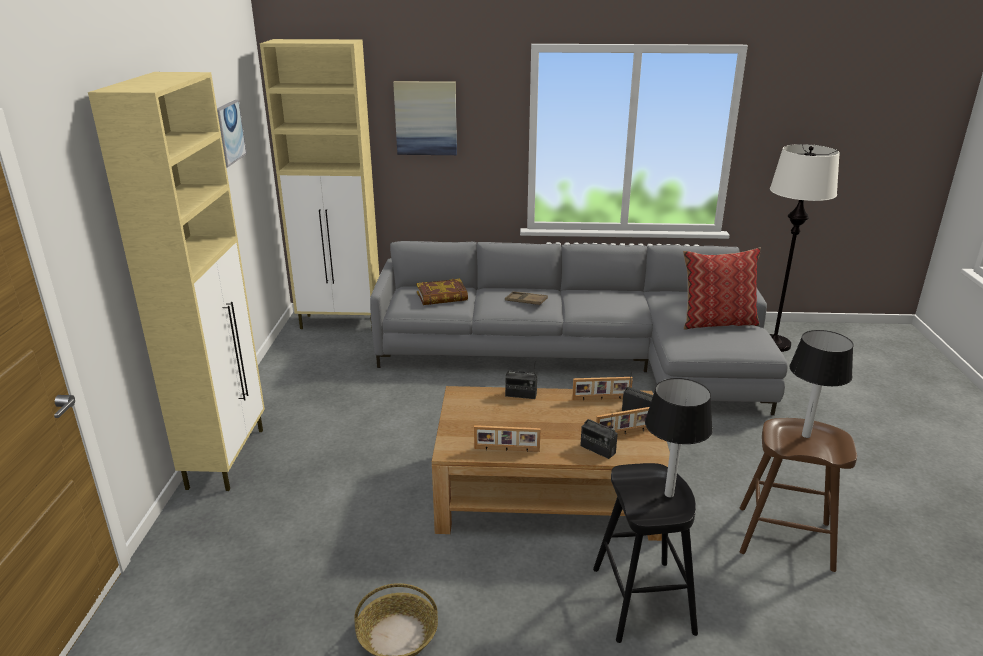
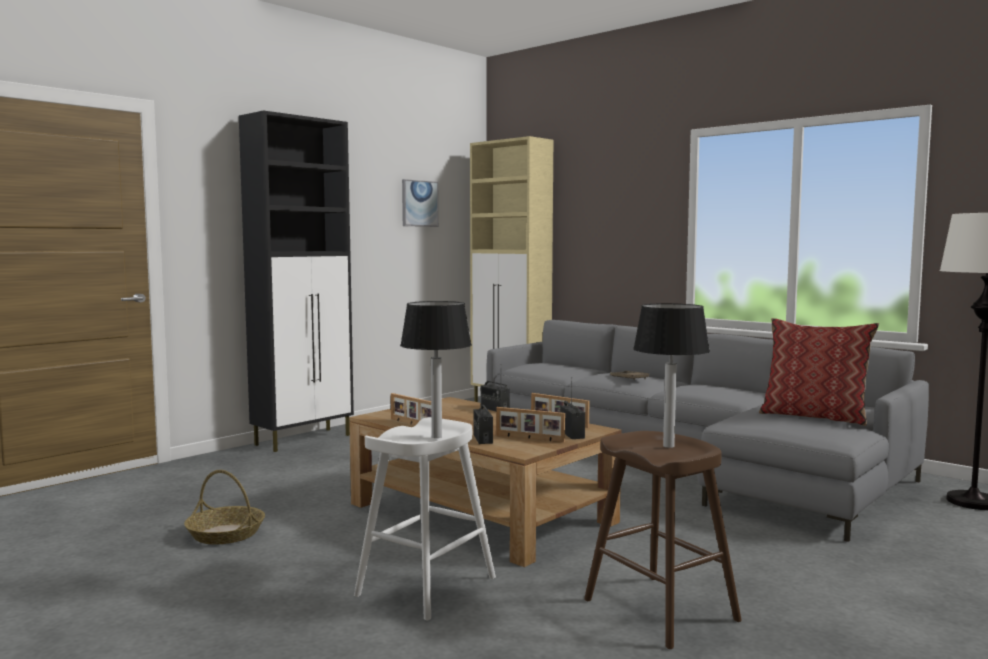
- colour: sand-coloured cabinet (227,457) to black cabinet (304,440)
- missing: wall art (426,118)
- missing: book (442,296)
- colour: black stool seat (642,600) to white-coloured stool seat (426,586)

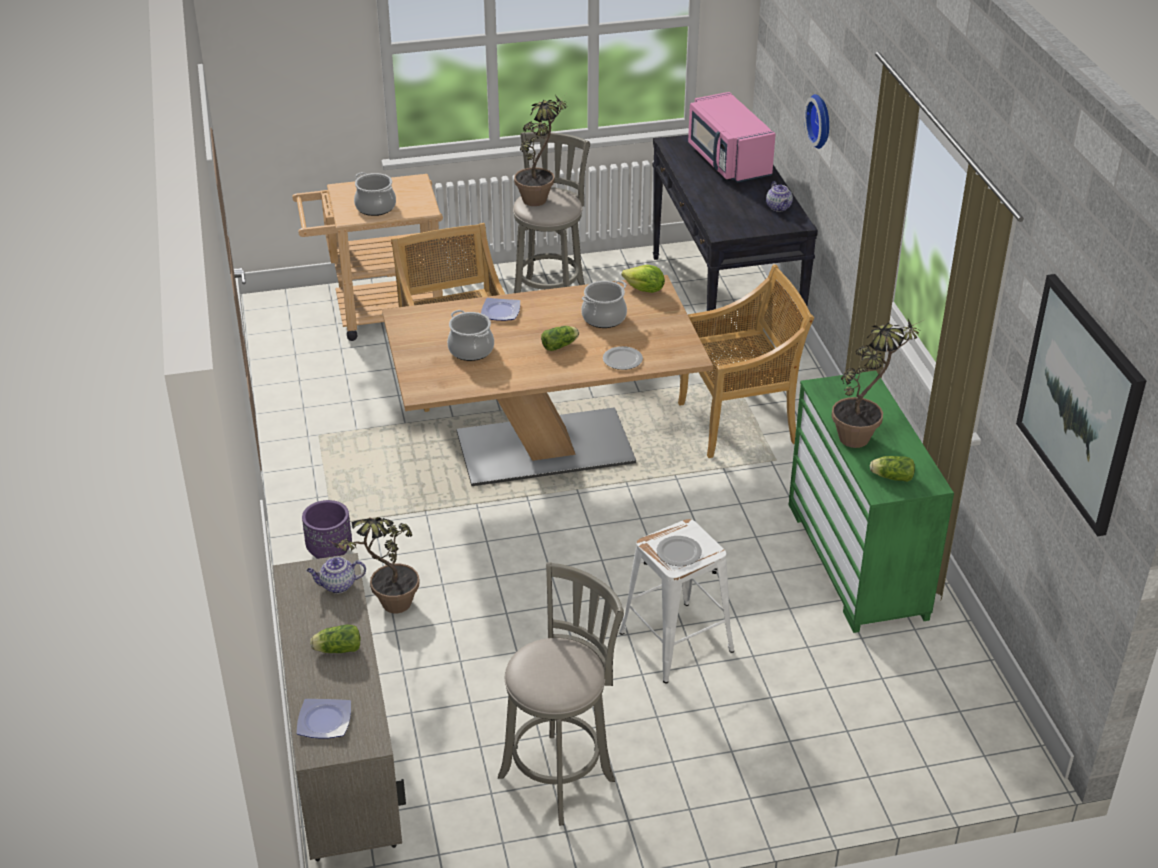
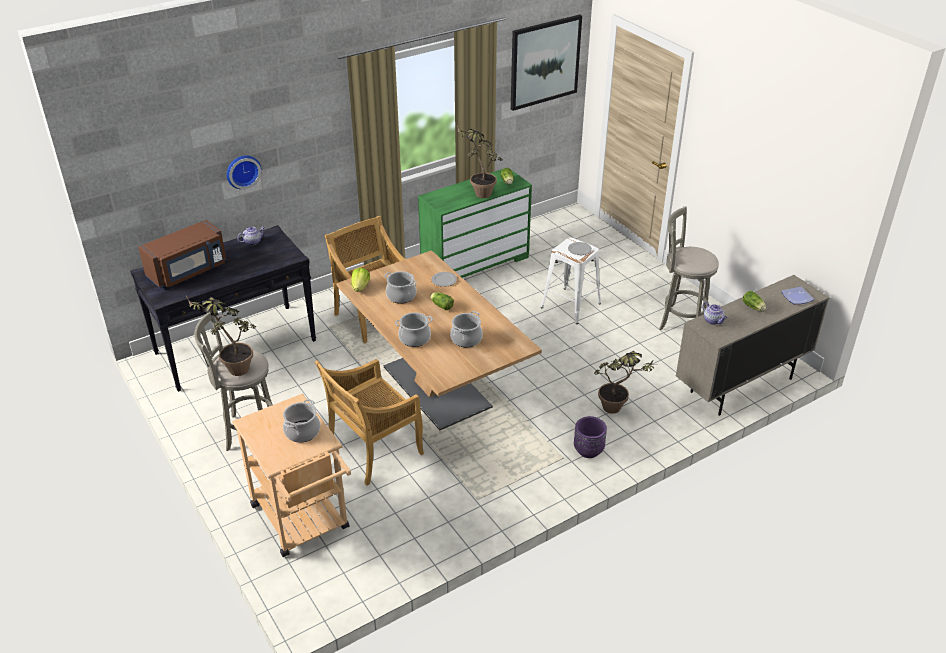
- exchanged: flat dish (500,311) to saucepot (414,338)
- colour: pink-coloured microwave oven (727,161) to brown microwave oven (188,271)

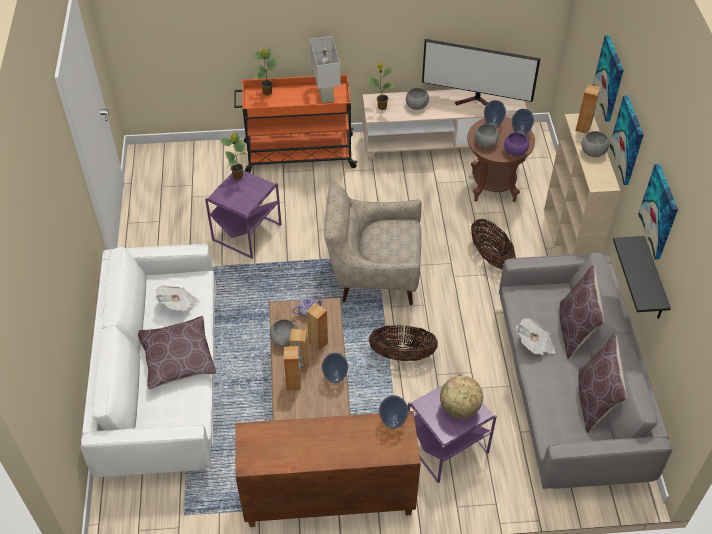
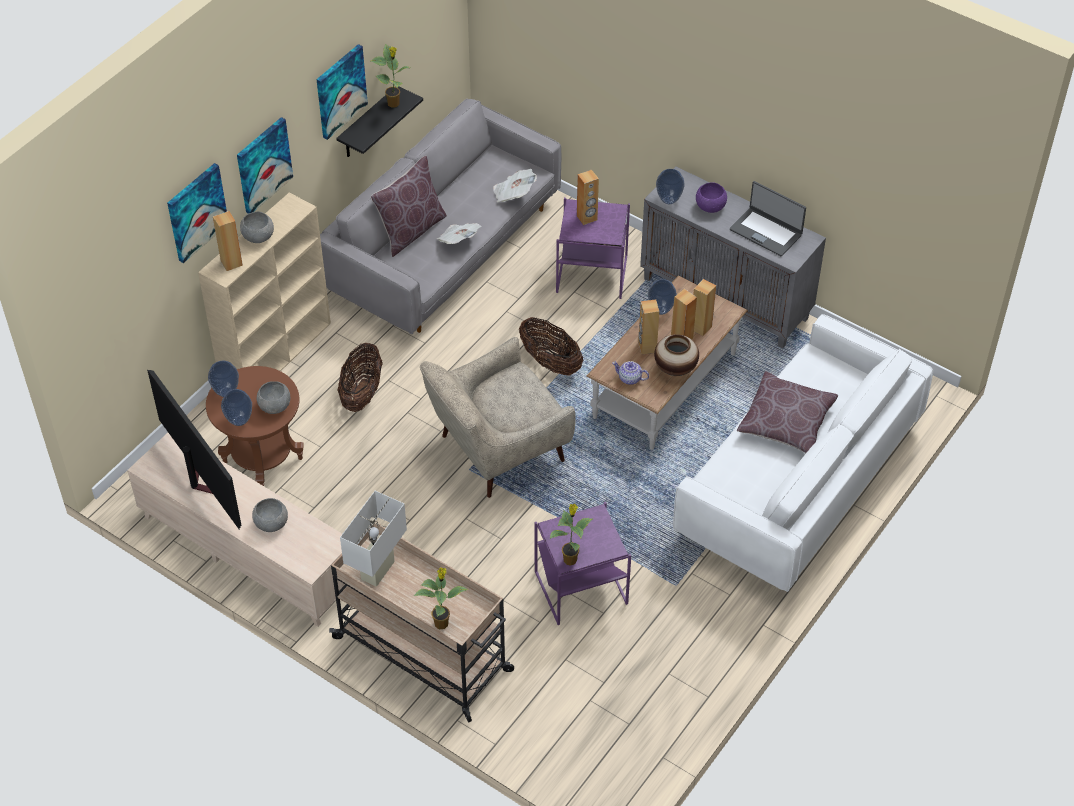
- relocated: printed paper (178,304) to (513,194)
- colour: orange cart (298,155) to sand-coloured cart (424,655)
- colour: brown cabinet (328,499) to grey cabinet (726,298)
- exchanged: grey serving bowl (284,339) to flower vase (675,368)
- spun: sand-coloured easy chair (373,275) = (496,451) 105 degrees clockwise
- relocated: potted plant (381,107) to (394,104)
- exchanged: desk globe (459,408) to brown speaker (587,218)
- relocated: purplish serving bowl (515,151) to (710,206)
- missing: brown pillow (594,401)
- appeared: portable computer (766,232)

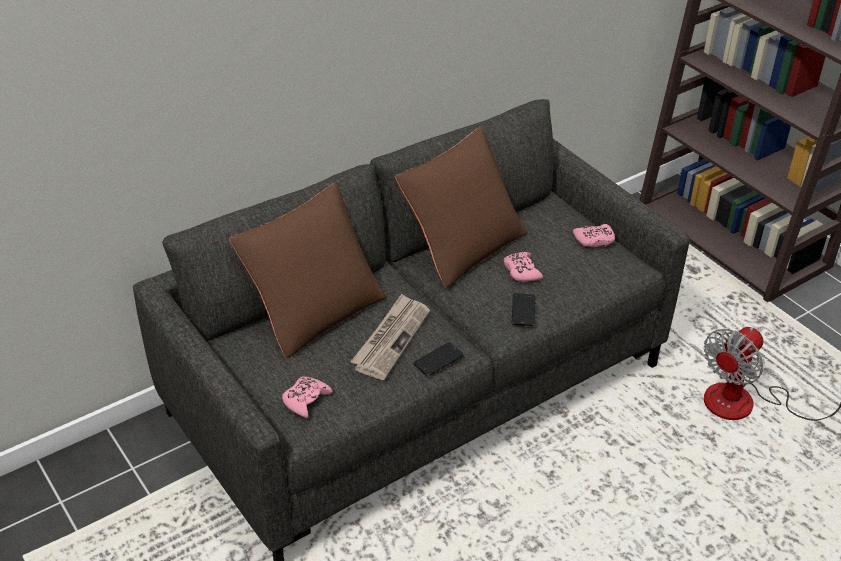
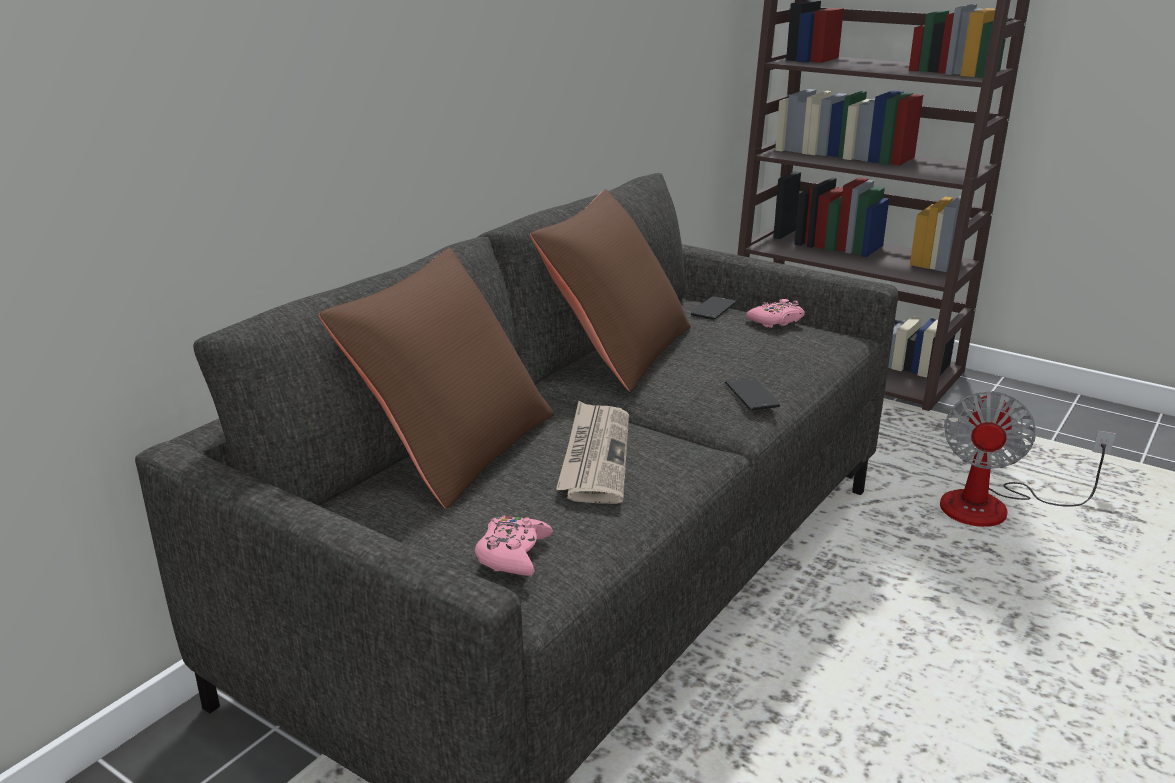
- relocated: telephone (438,359) to (713,309)
- missing: pink-coloured gamepad (521,271)

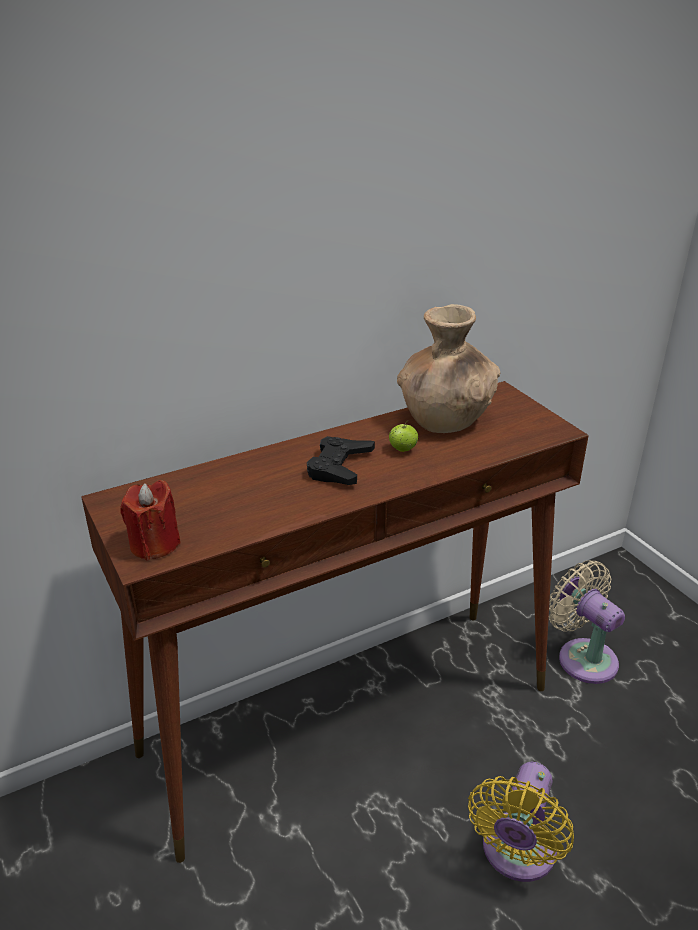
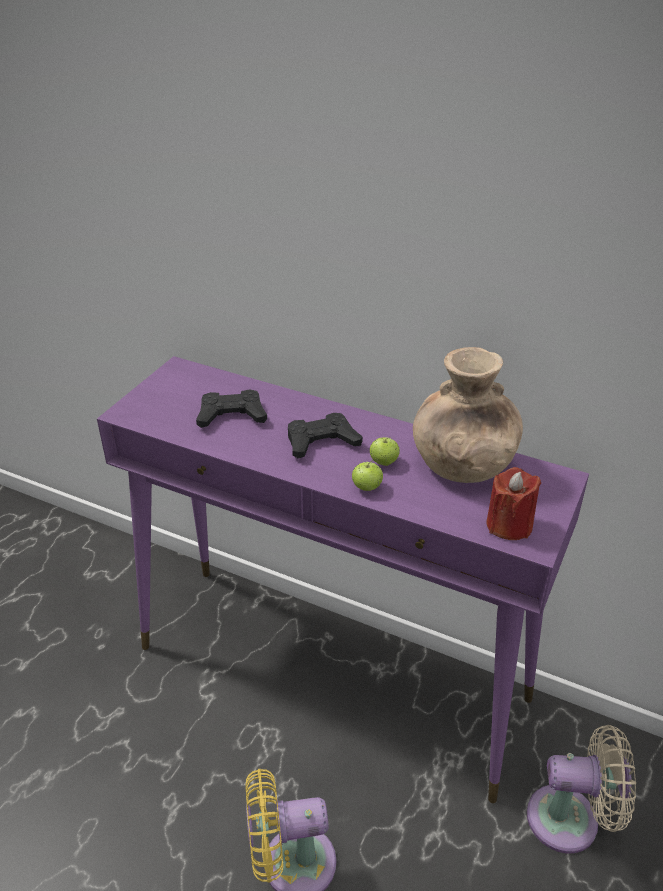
- colour: brown console table (350,719) to purplish console table (333,673)
- relocated: red-coloured candle (154,544) to (509,525)
- spun: sand-coloured cooling fan (583,657) = (570,819) 75 degrees clockwise
- appeared: black gamepad (231,415)
- appeared: apple fruit (366,488)

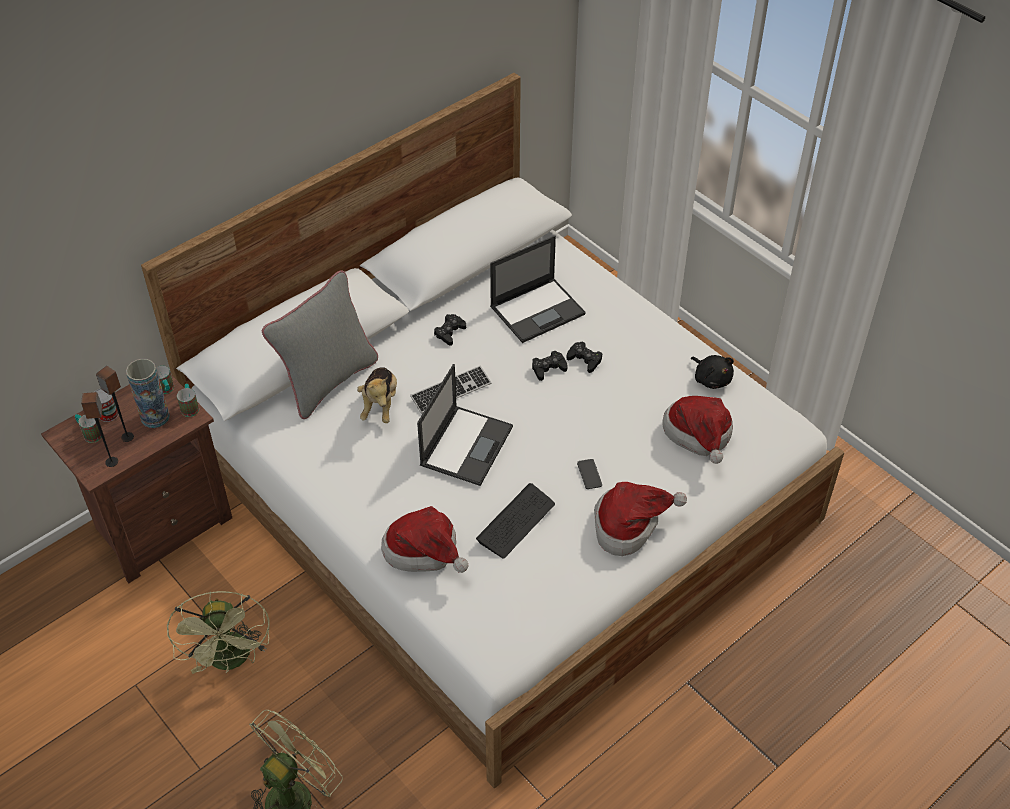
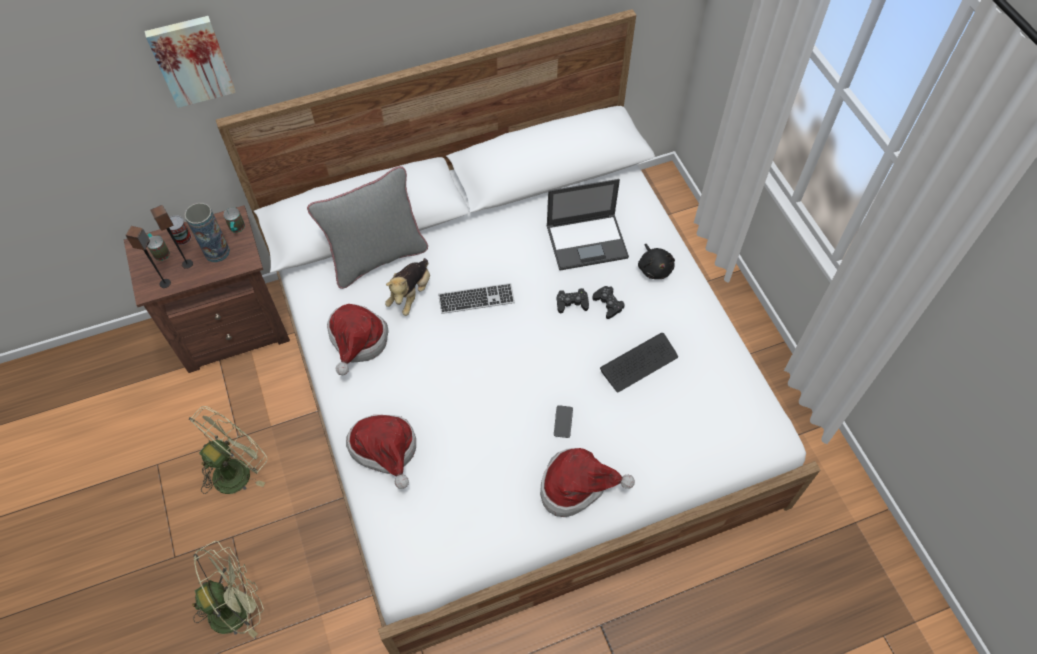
- spun: green-coloured cooling fan (231,660) = (237,468) 150 degrees counterclockwise
- missing: coffee mug (190,407)
- missing: portable computer (466,445)
- missing: black gamepad (449,332)
- relocated: PC keyboard (516,522) to (639,363)
- relocated: wearable hat (699,437) to (357,342)
- relocated: black cuddly toy (711,378) to (654,268)
- appeared: wall art (191,60)

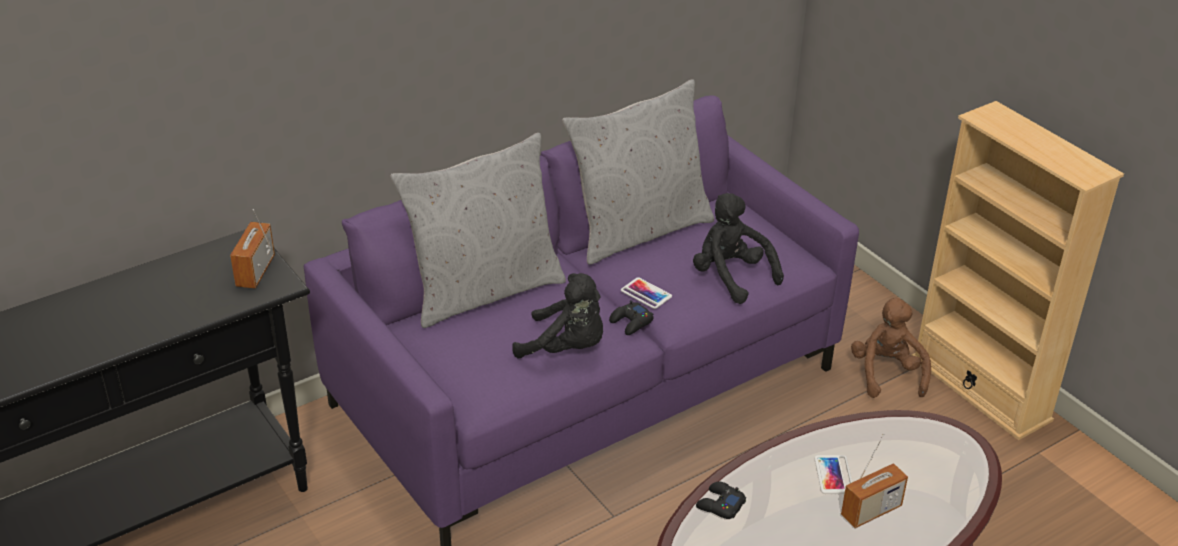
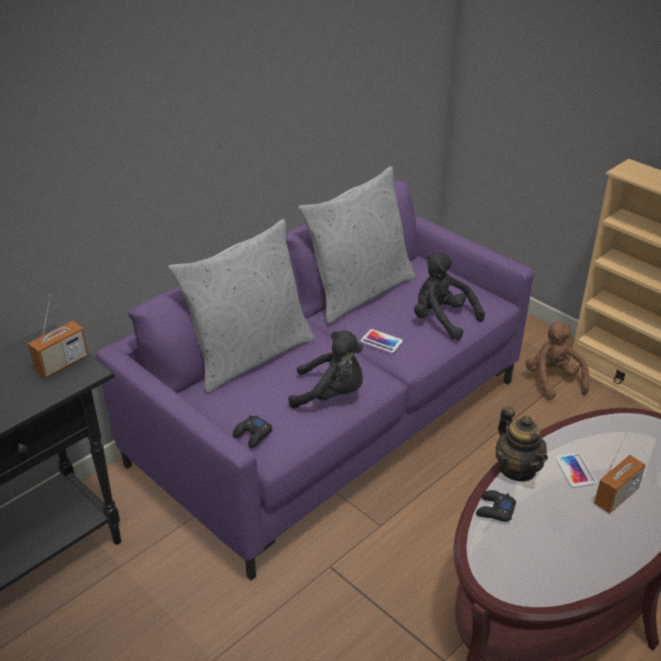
- spun: radio (255,271) = (62,363) 135 degrees counterclockwise
- relocated: black gamepad (631,322) to (253,435)
- appeared: pot for tea (517,469)

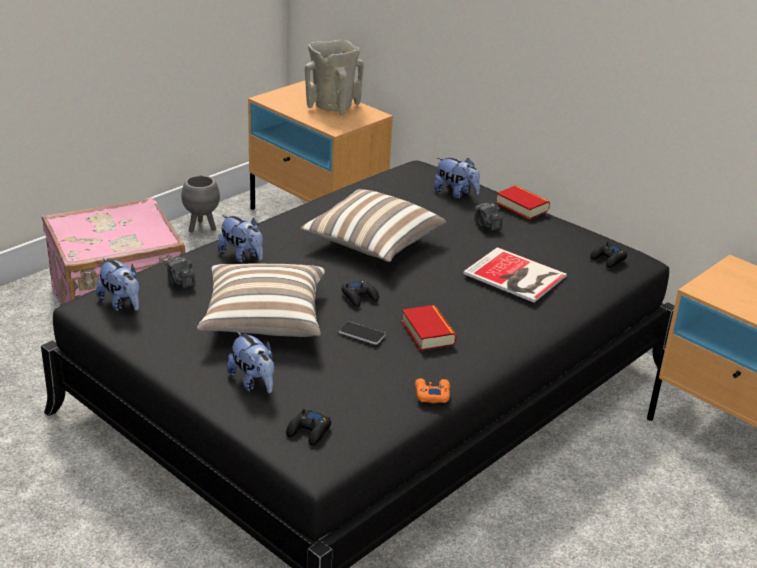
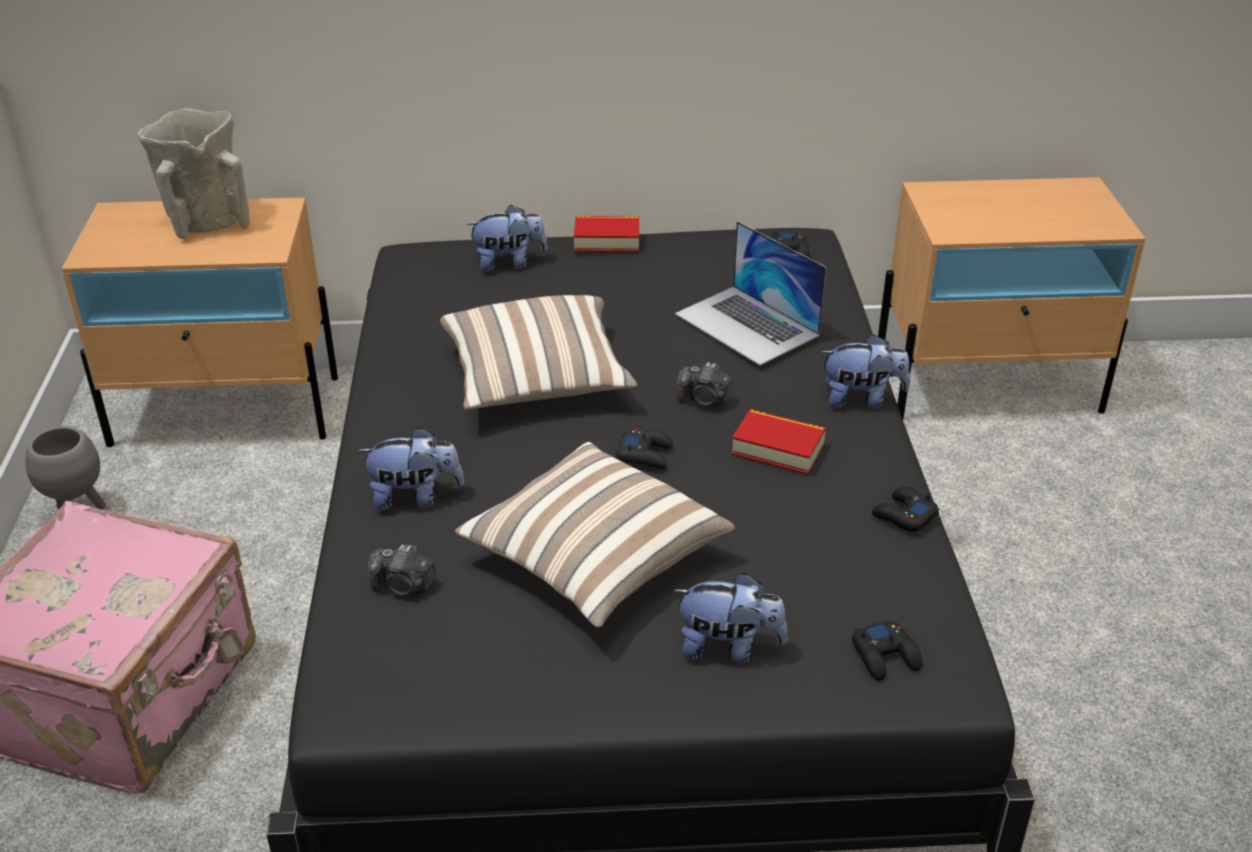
- relocated: cuddly toy (122,304) to (861,399)
- missing: telephone (361,334)
- colour: orange gamepad (431,394) to black gamepad (903,516)
- exchanged: book (516,276) to portable computer (747,325)
- relocated: photo camera (487,225) to (704,400)

